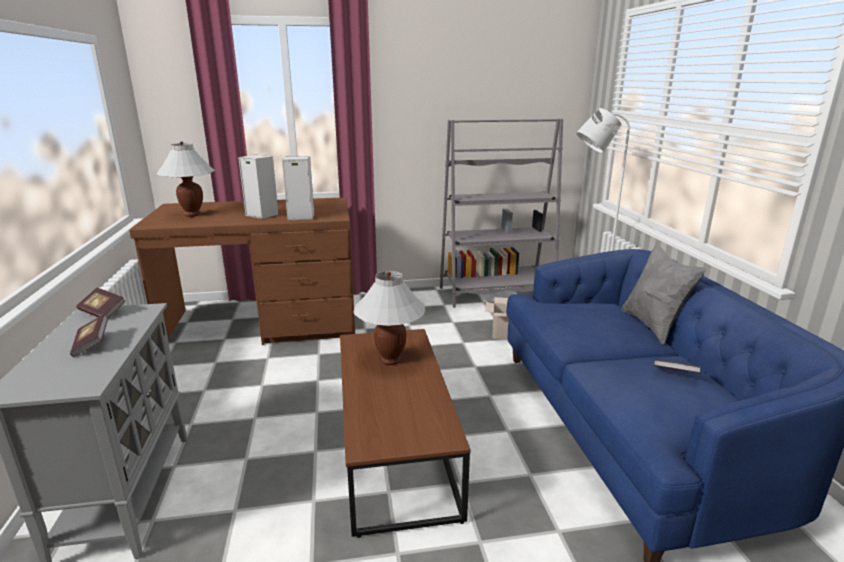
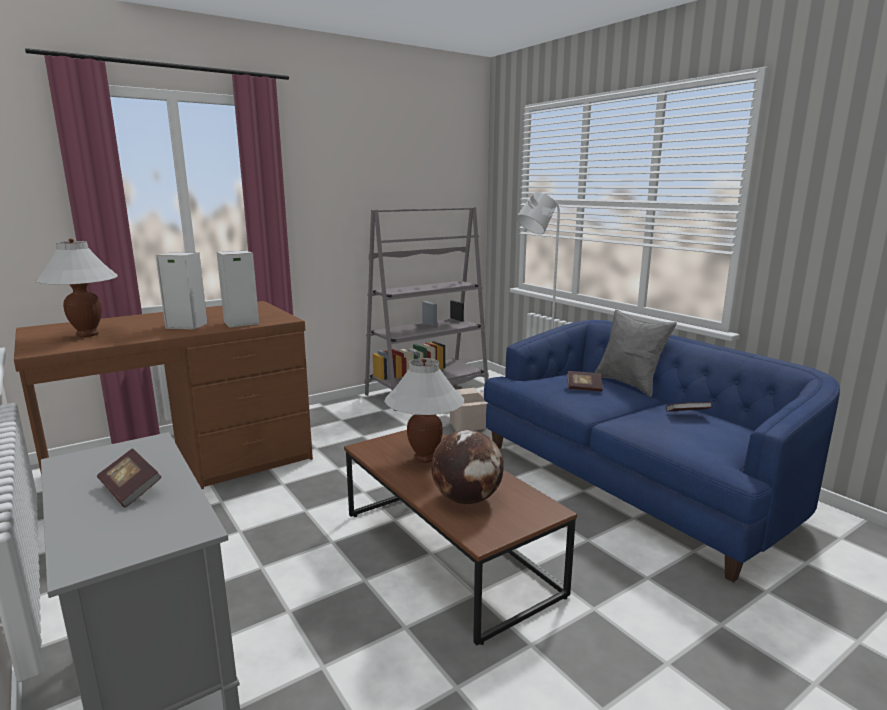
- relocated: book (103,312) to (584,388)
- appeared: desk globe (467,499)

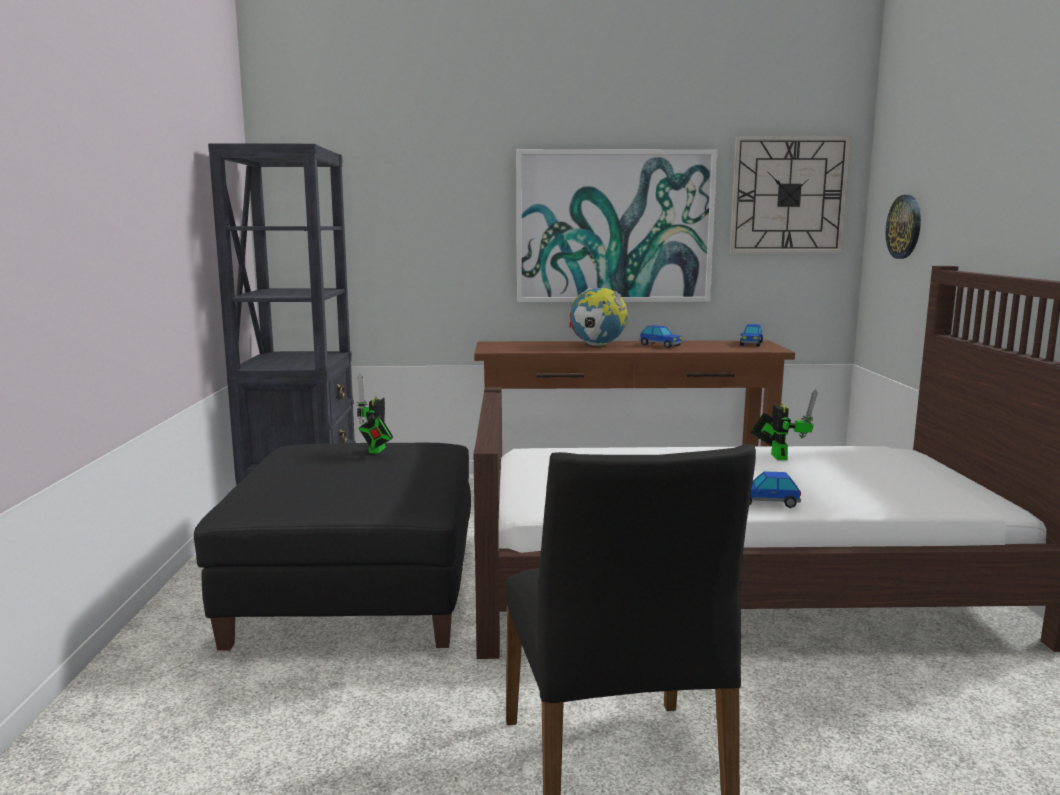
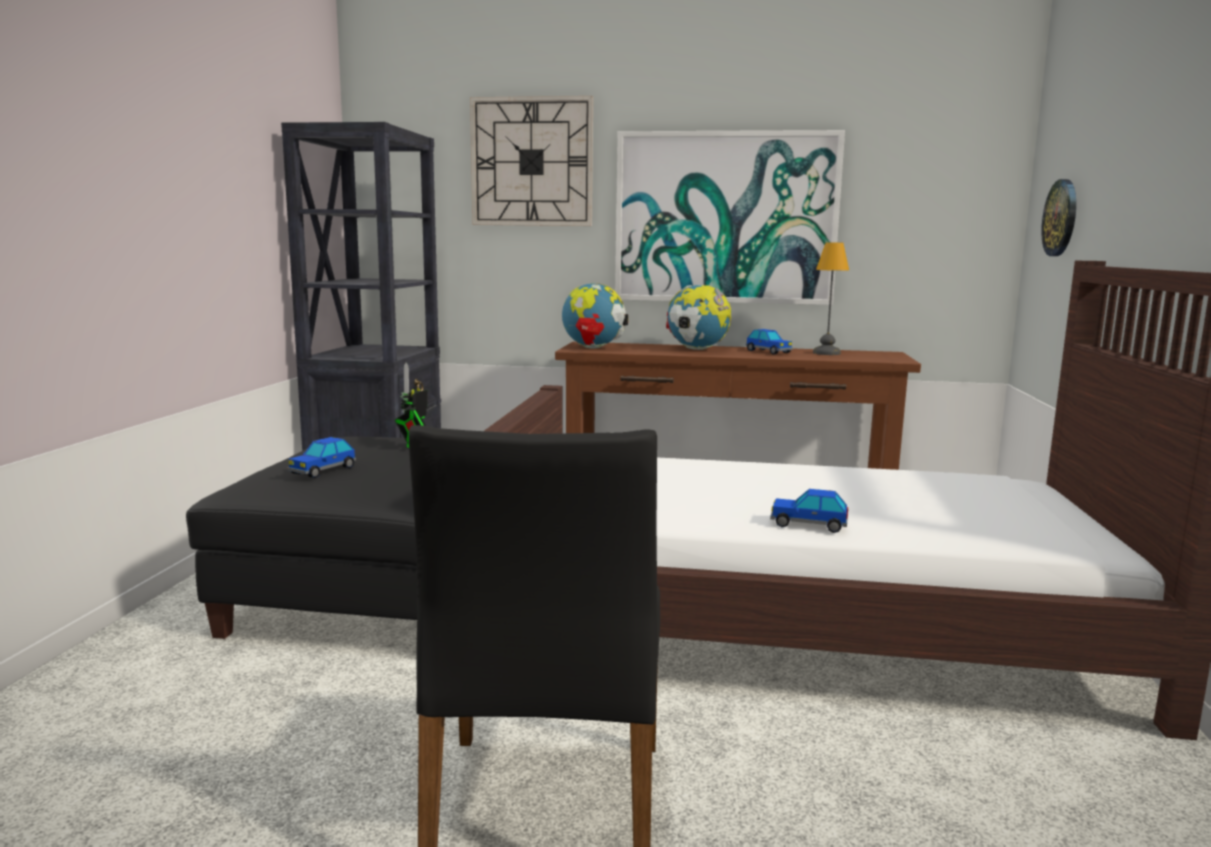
- relocated: hanging clock (788,195) to (532,162)
- relocated: model car (751,344) to (323,471)
- missing: model robot (777,456)
- appeared: desk globe (593,348)
- appeared: table lamp (825,353)

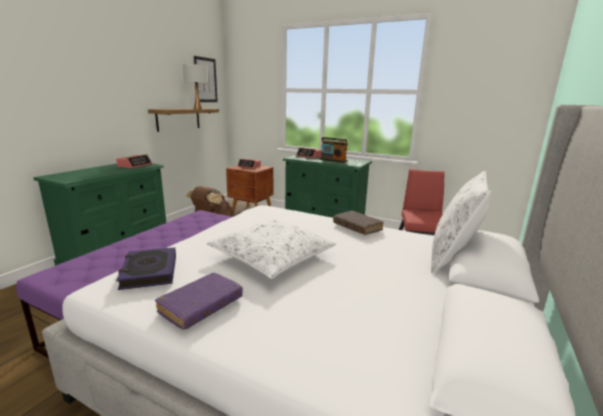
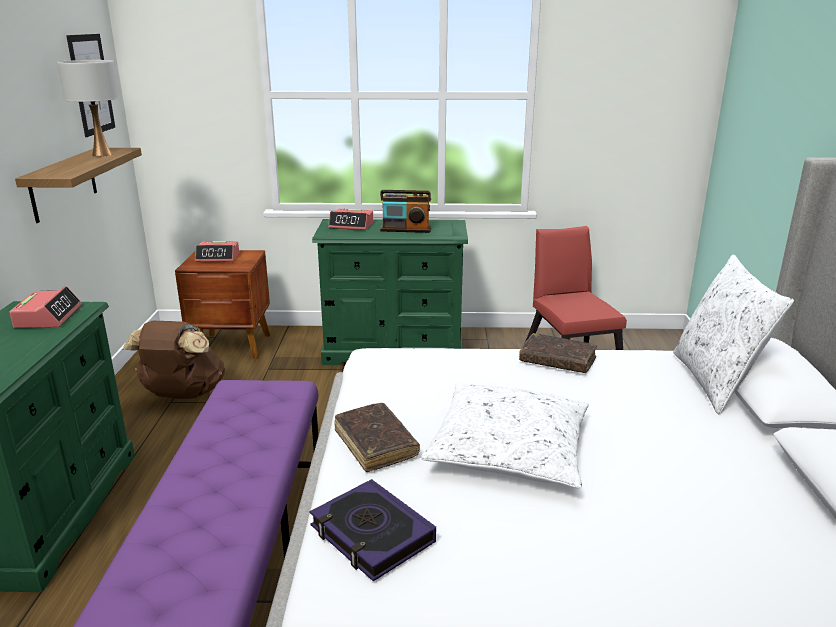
- missing: purplish book (201,306)
- appeared: brown book (375,444)

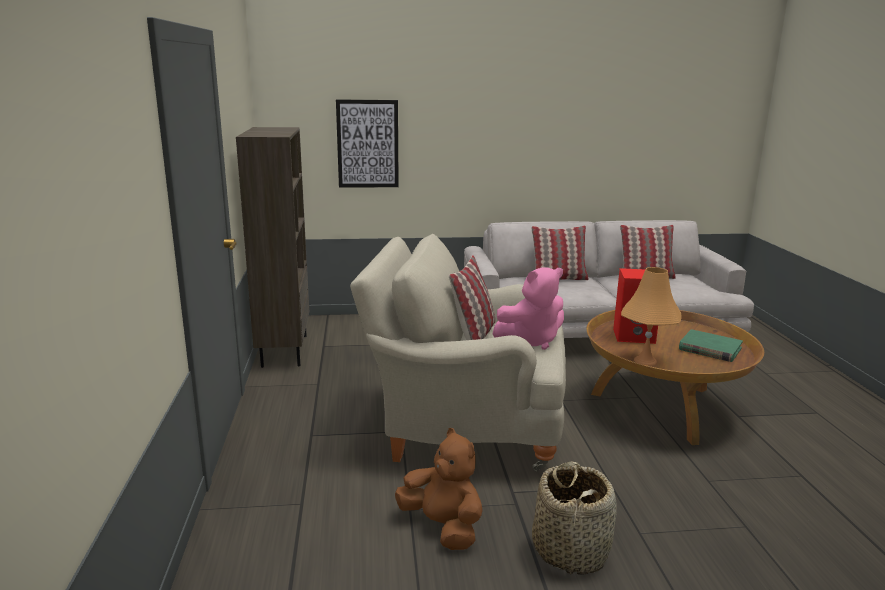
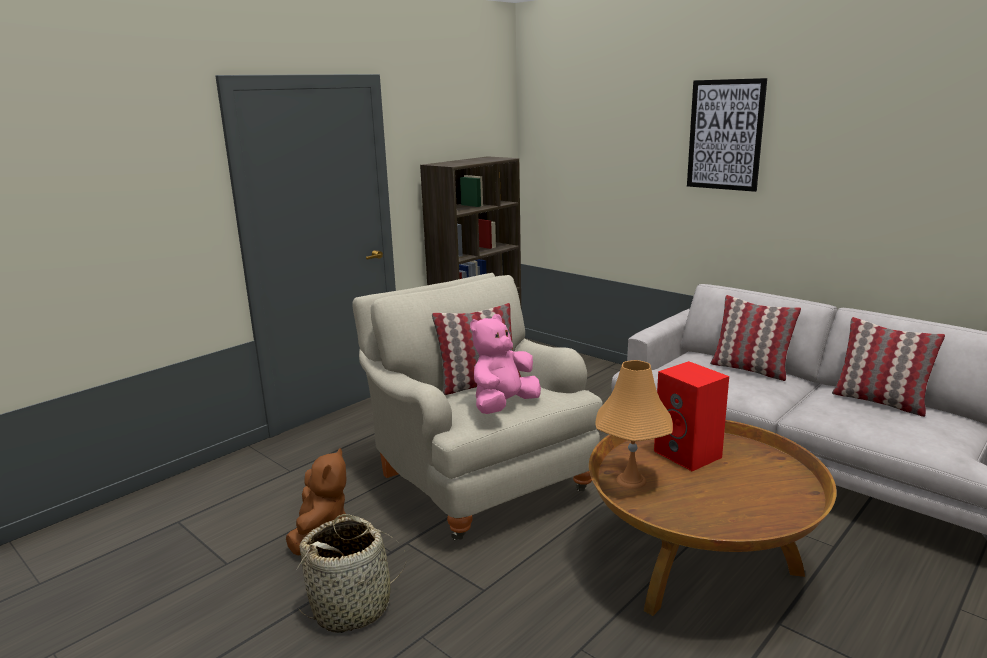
- relocated: wall art (367,144) to (725,135)
- spun: pink-coloured cuddly toy (531,341) = (503,406) 105 degrees clockwise
- missing: green-coloured book (709,349)

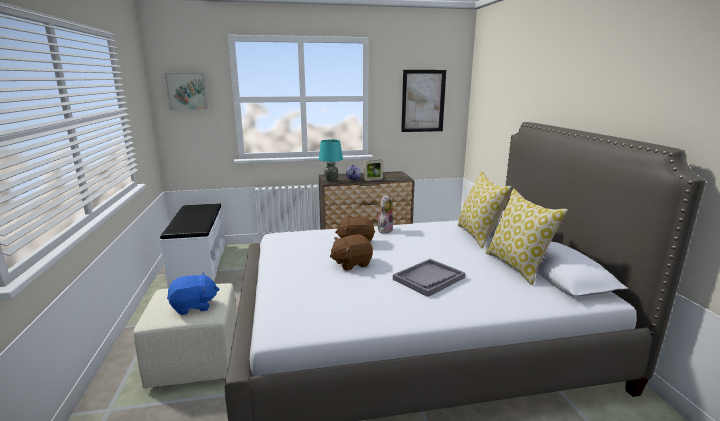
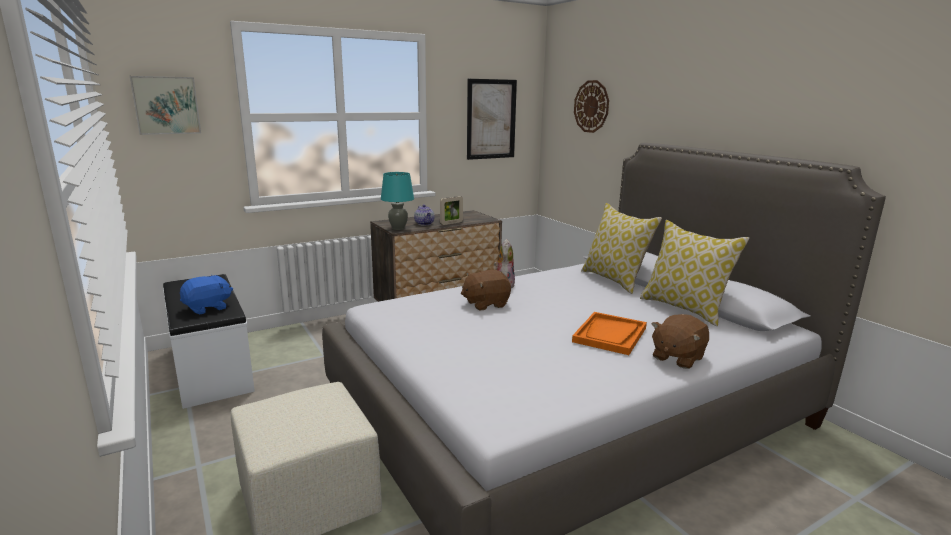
- relocated: blue cuddly toy (194,306) to (207,308)
- relocated: brown cuddly toy (351,263) to (677,357)
- colour: grey carrying tray (428,279) to orange carrying tray (610,335)
- appeared: hanging clock (591,106)

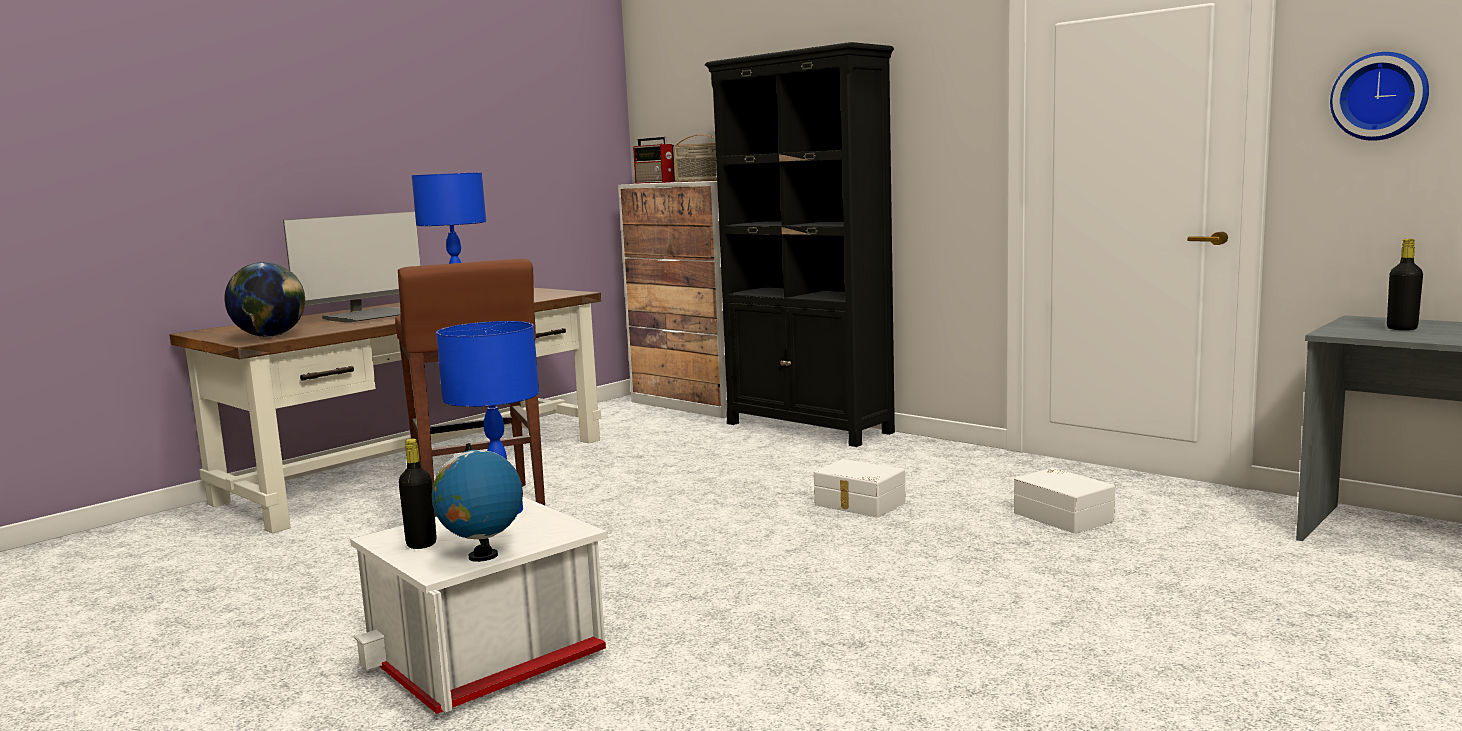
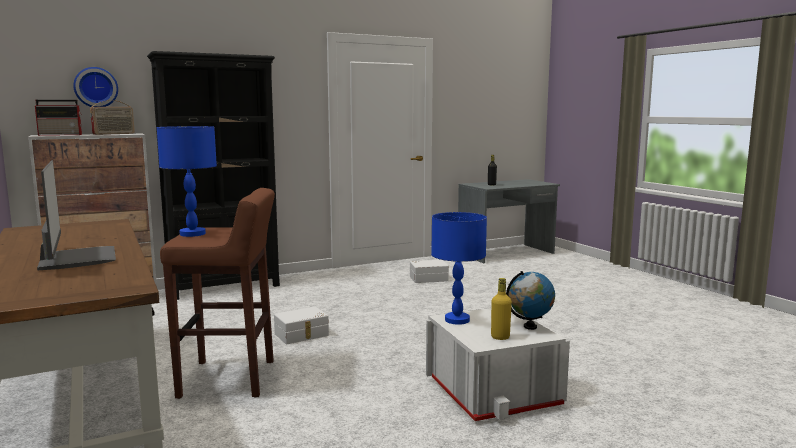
- missing: desk globe (270,336)
- colour: black bottle (421,544) to yellowish bottle (500,337)
- relocated: white-coloured storage bin (859,504) to (302,335)
- relocated: hanging clock (1380,96) to (96,87)

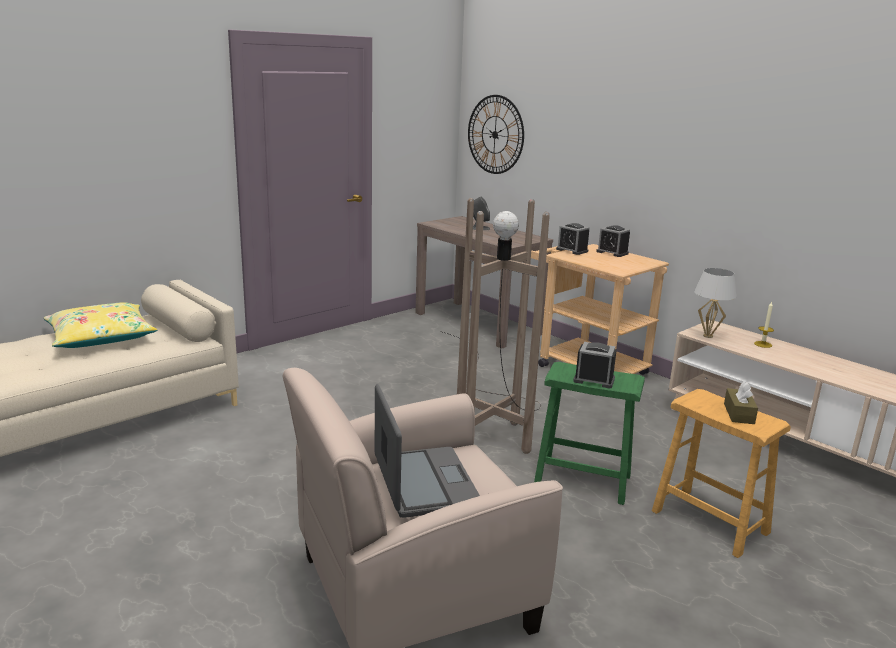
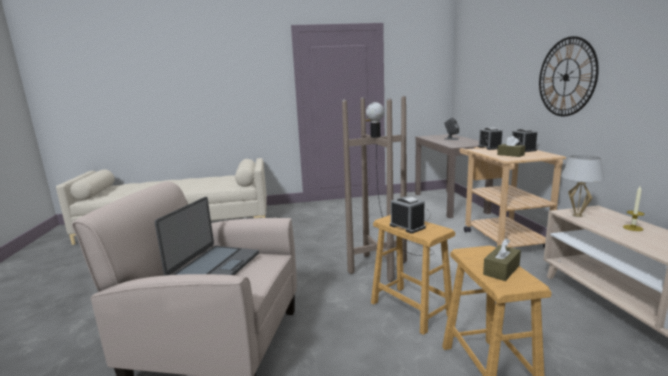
- missing: yellowish pillow (101,337)
- relocated: hanging clock (495,134) to (566,77)
- colour: green-coloured stool seat (582,480) to brown stool seat (410,309)
- appeared: brown tissue box (510,155)

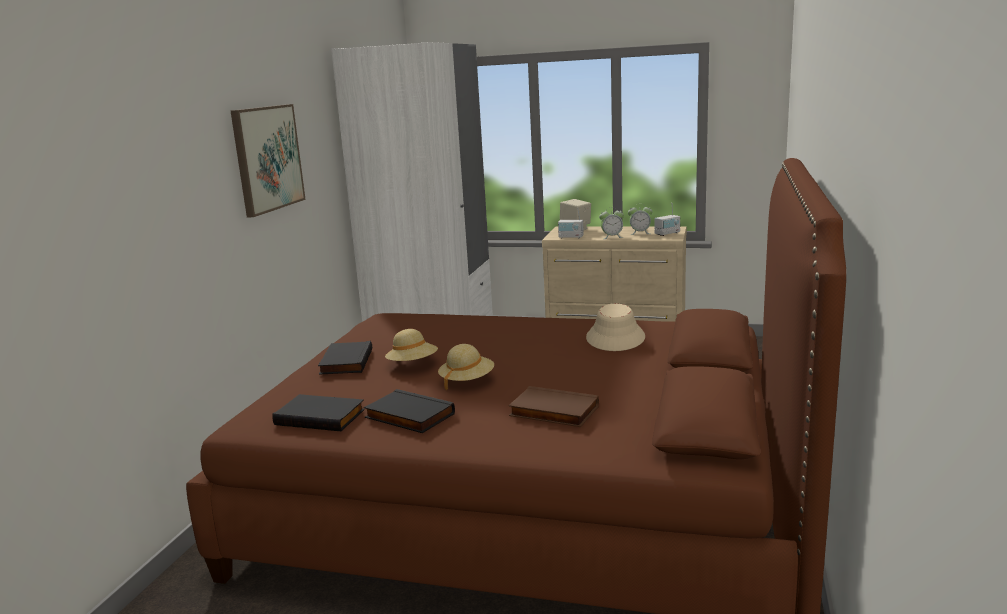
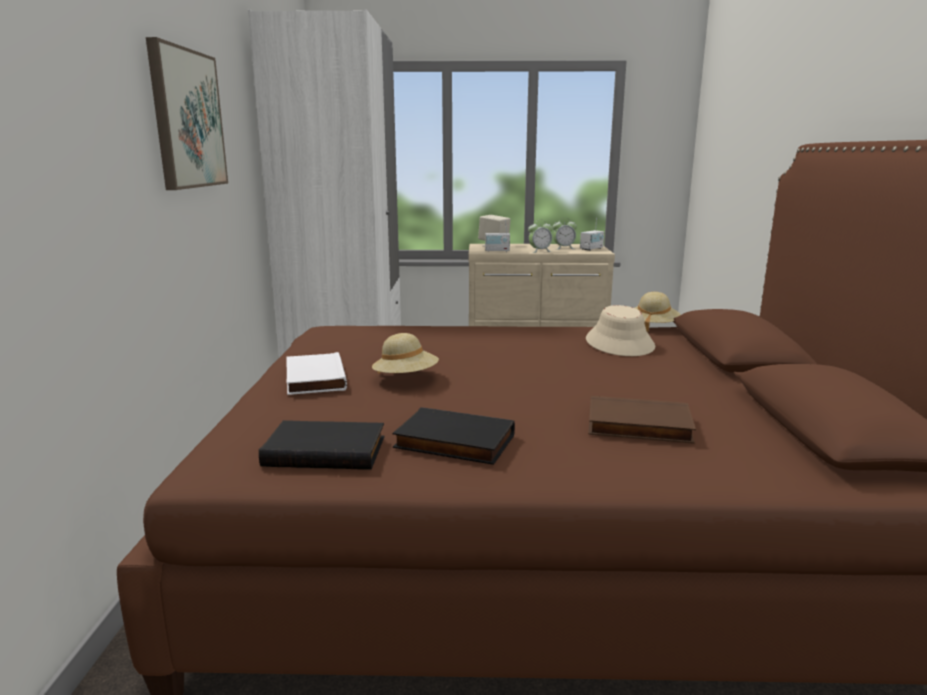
- colour: black book (345,362) to white-coloured book (313,378)
- relocated: sand-coloured wearable hat (467,381) to (652,326)

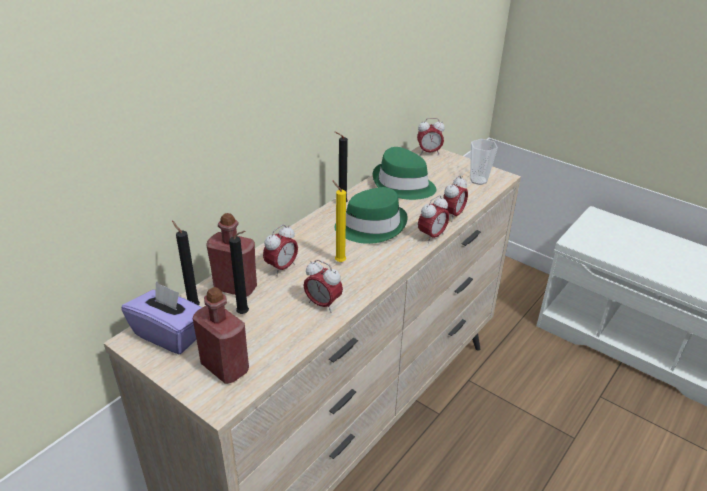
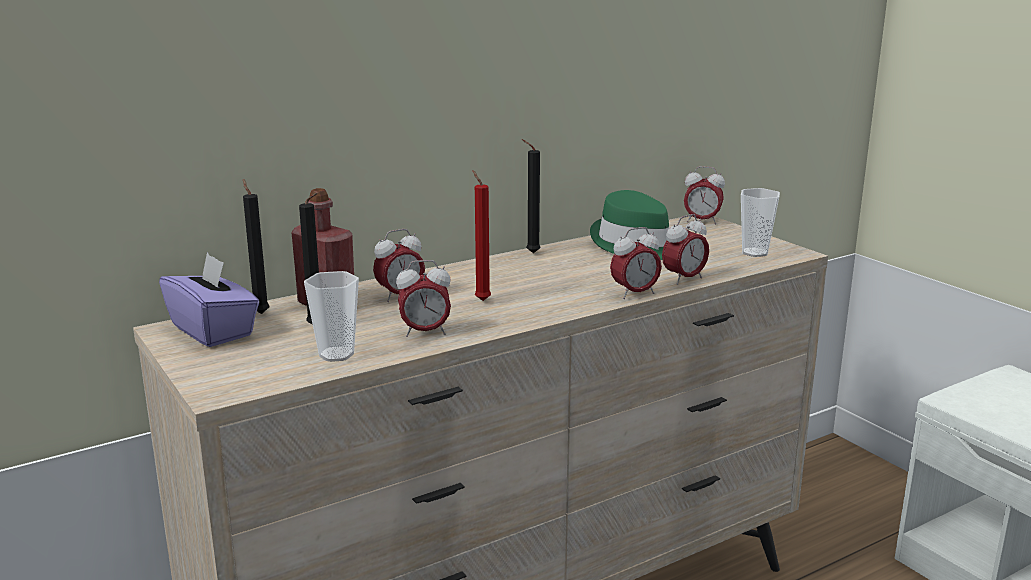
- missing: red-coloured bottle (225,367)
- spun: table clock (323,304) = (425,332) 60 degrees counterclockwise
- colour: yellowish candle (338,261) to red-coloured candle (481,300)
- missing: green-coloured wearable hat (371,226)
- appeared: cup (336,354)

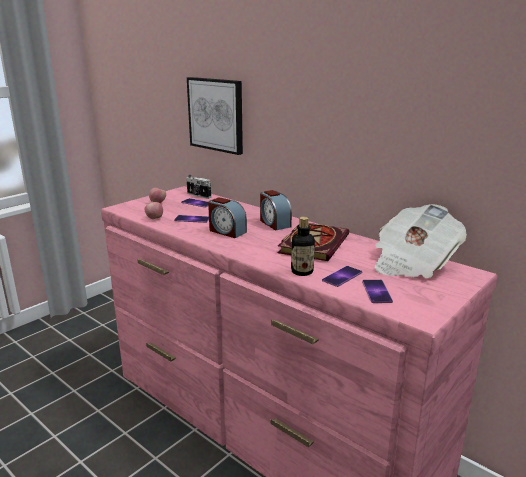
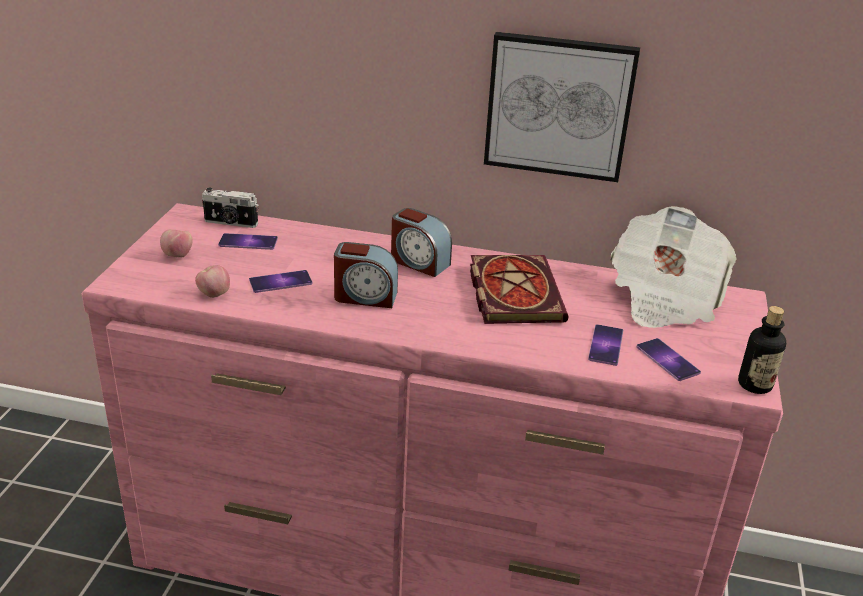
- relocated: wall art (216,114) to (559,106)
- relocated: bottle (302,272) to (755,384)

